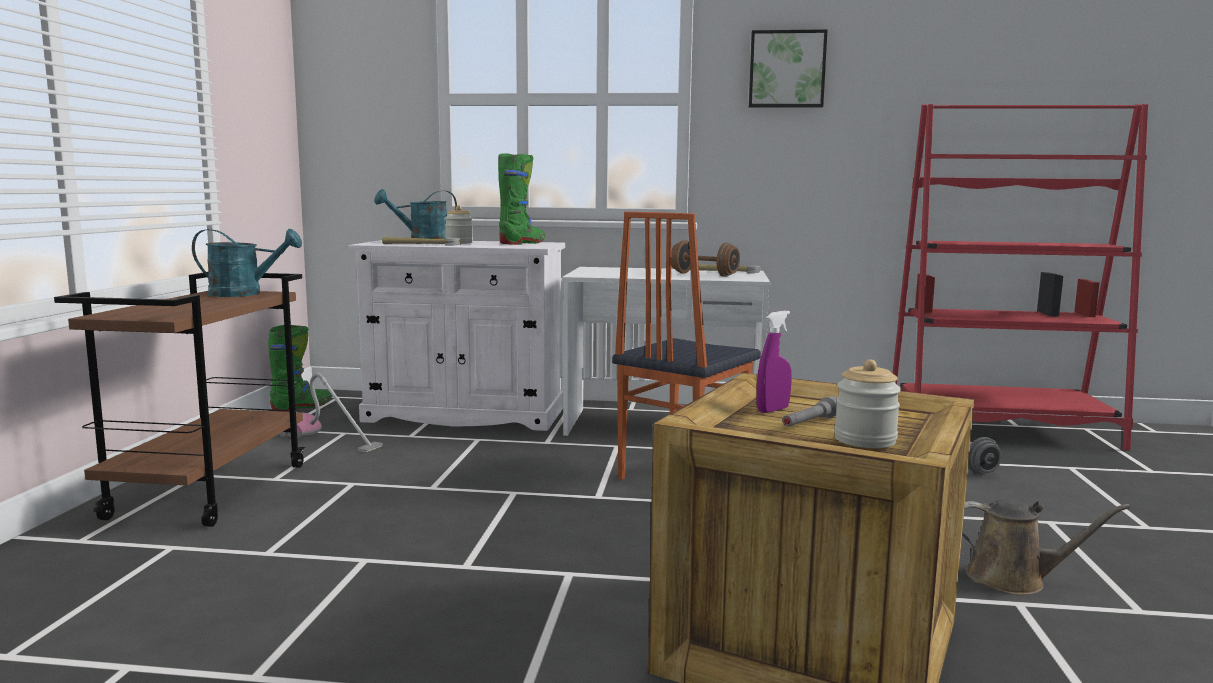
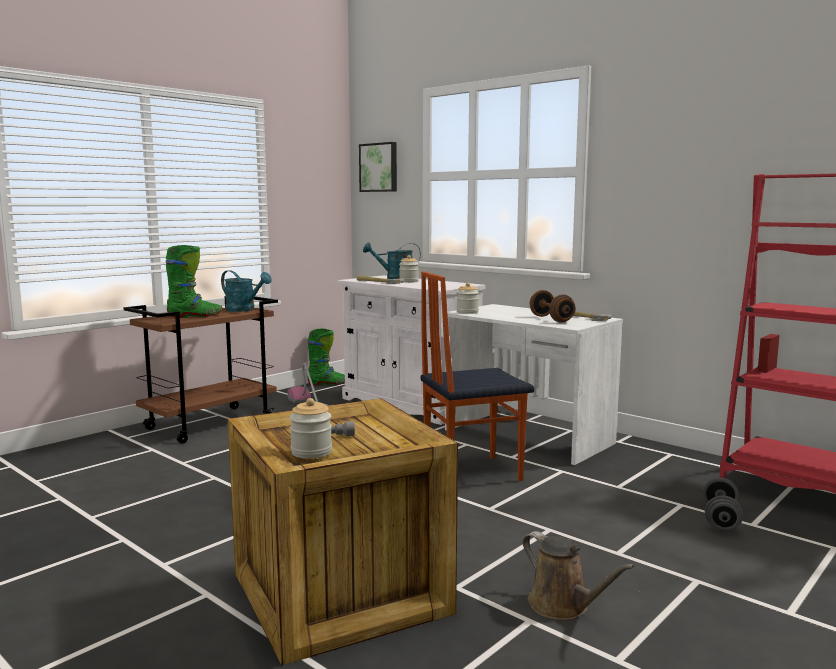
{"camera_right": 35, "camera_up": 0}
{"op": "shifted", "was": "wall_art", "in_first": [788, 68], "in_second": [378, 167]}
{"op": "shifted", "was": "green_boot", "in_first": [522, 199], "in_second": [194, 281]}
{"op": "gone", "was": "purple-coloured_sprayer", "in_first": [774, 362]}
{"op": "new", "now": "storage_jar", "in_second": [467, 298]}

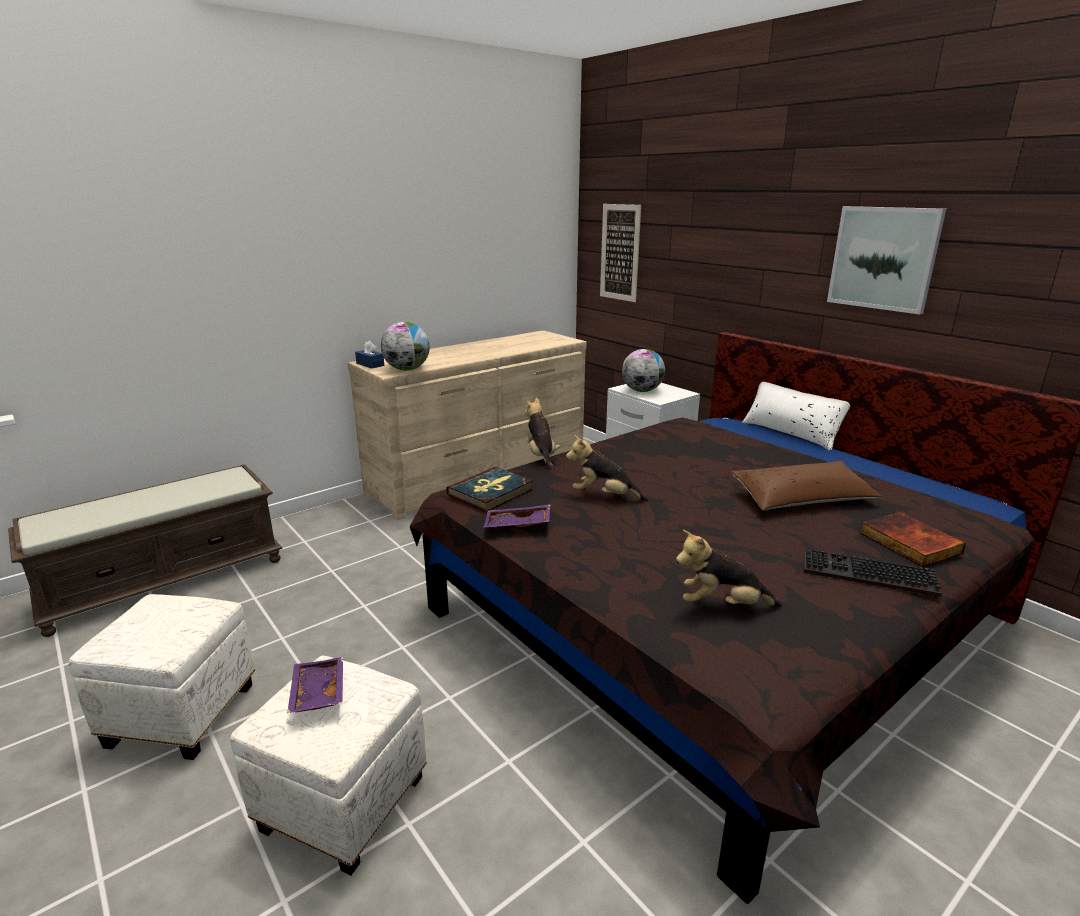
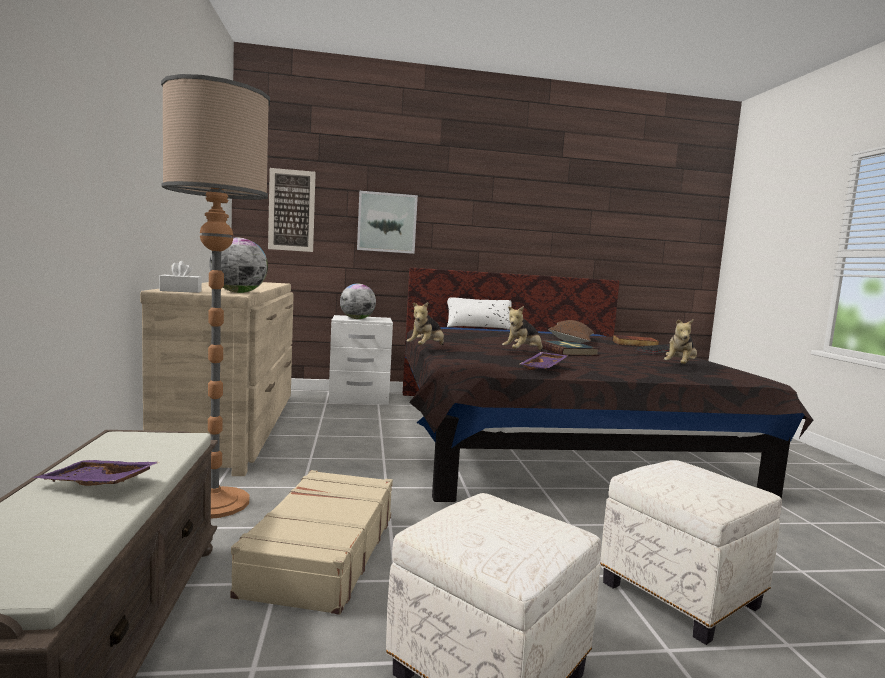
{"camera_right": -60, "camera_up": -15}
{"op": "shifted", "was": "wall_art", "in_first": [886, 260], "in_second": [387, 222]}
{"op": "repainted", "was": "bluish_tissue_box", "now": "whitish_tissue_box", "in_first": [369, 355], "in_second": [180, 277]}
{"op": "rotated", "was": "plush_toy", "in_first": [542, 433], "in_second": [425, 323], "clockwise": -75}
{"op": "shifted", "was": "volume", "in_first": [489, 489], "in_second": [570, 348]}
{"op": "shifted", "was": "purple-coloured_serving_tray", "in_first": [315, 685], "in_second": [95, 473]}
{"op": "new", "now": "standing_lamp", "in_second": [215, 296]}
{"op": "new", "now": "beige-coloured_travel_case", "in_second": [311, 542]}

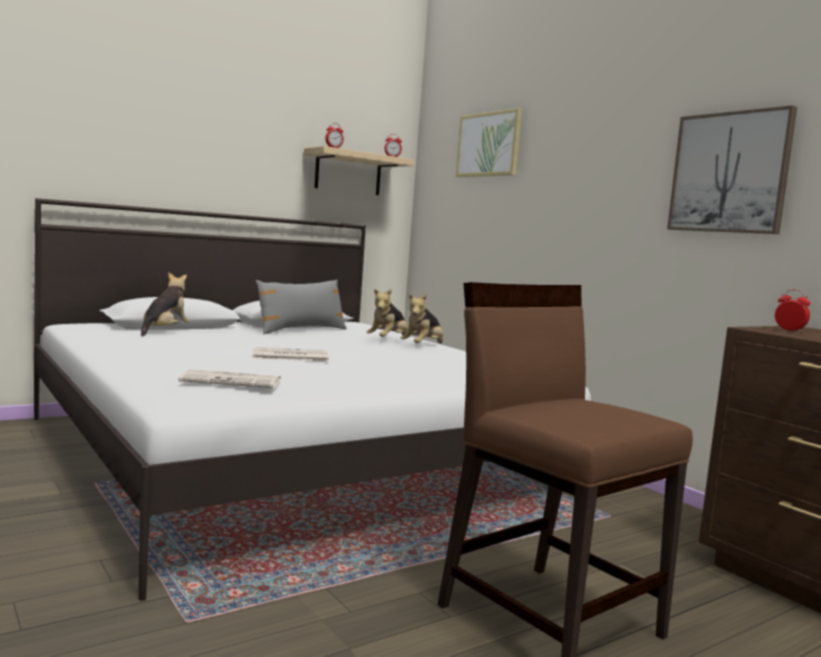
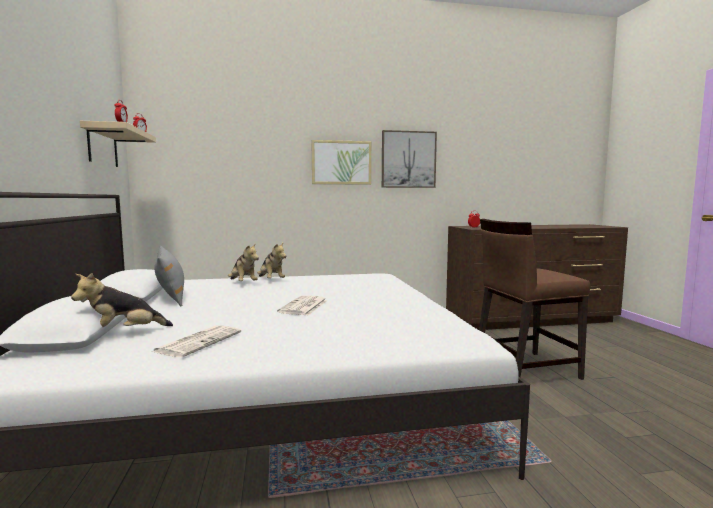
{"camera_right": -65, "camera_up": 0}
{"op": "shifted", "was": "wall_art", "in_first": [489, 142], "in_second": [341, 162]}
{"op": "rotated", "was": "plush_toy", "in_first": [166, 304], "in_second": [122, 300], "clockwise": -75}
{"op": "shifted", "was": "daily_paper", "in_first": [229, 378], "in_second": [196, 341]}

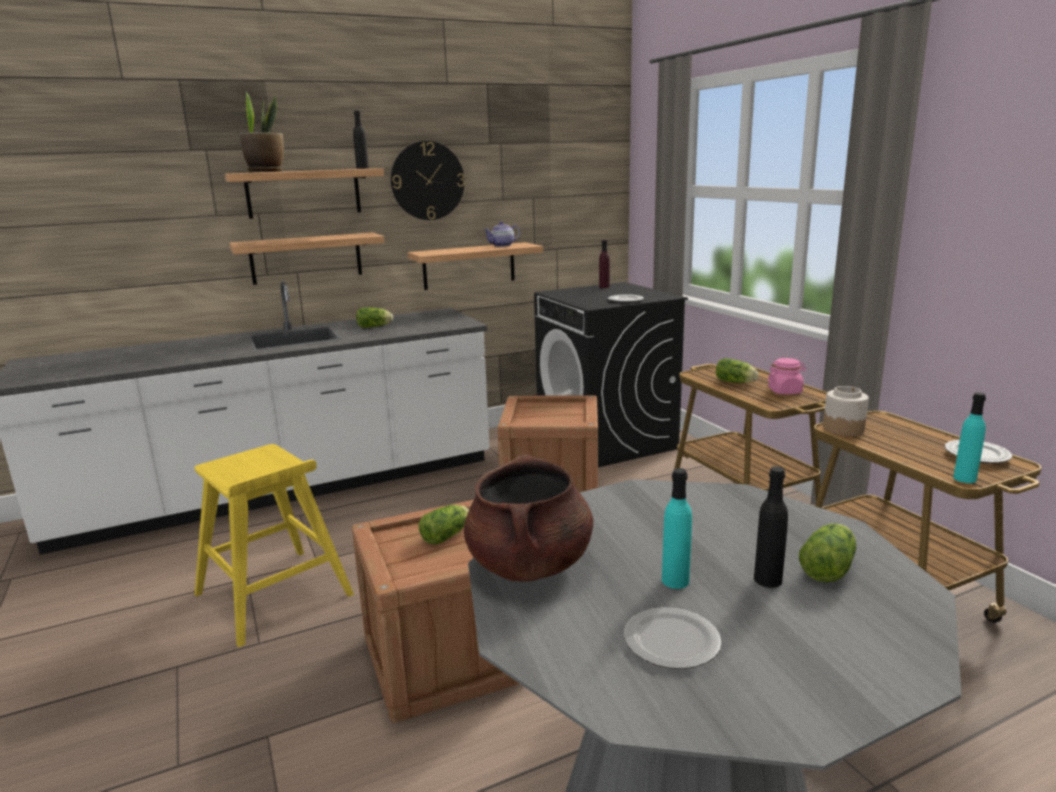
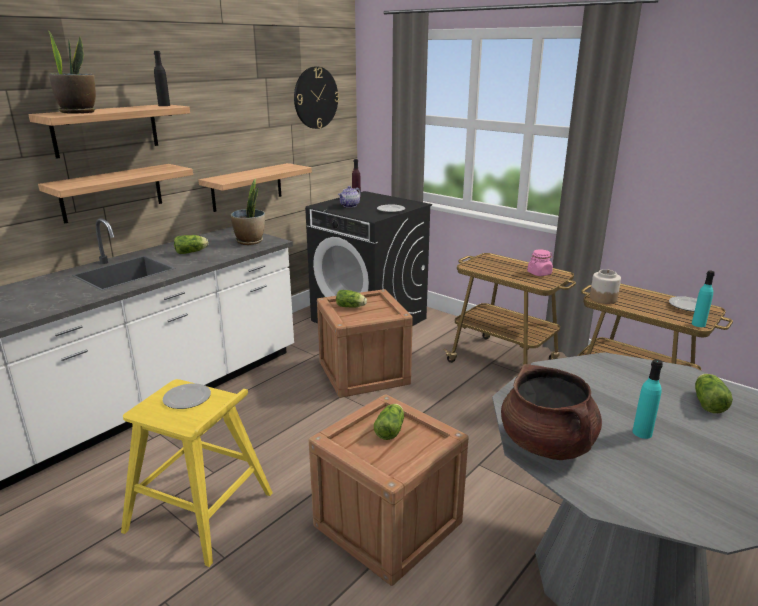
{"camera_right": -25, "camera_up": 5}
{"op": "shifted", "was": "hanging_clock", "in_first": [428, 180], "in_second": [316, 97]}
{"op": "shifted", "was": "tea_pot", "in_first": [501, 234], "in_second": [349, 197]}
{"op": "shifted", "was": "head_of_lettuce", "in_first": [737, 370], "in_second": [351, 299]}
{"op": "gone", "was": "blackish_drink_bottle", "in_first": [771, 527]}
{"op": "shifted", "was": "flat_dish", "in_first": [673, 638], "in_second": [187, 396]}
{"op": "new", "now": "potted_plant", "in_second": [248, 212]}

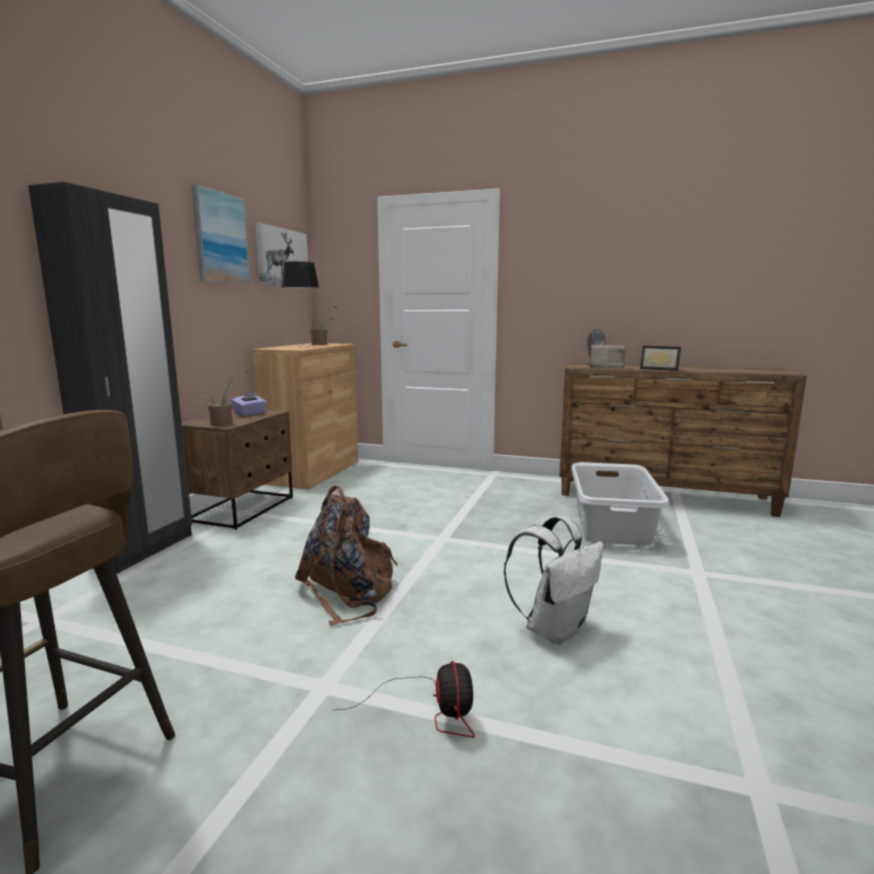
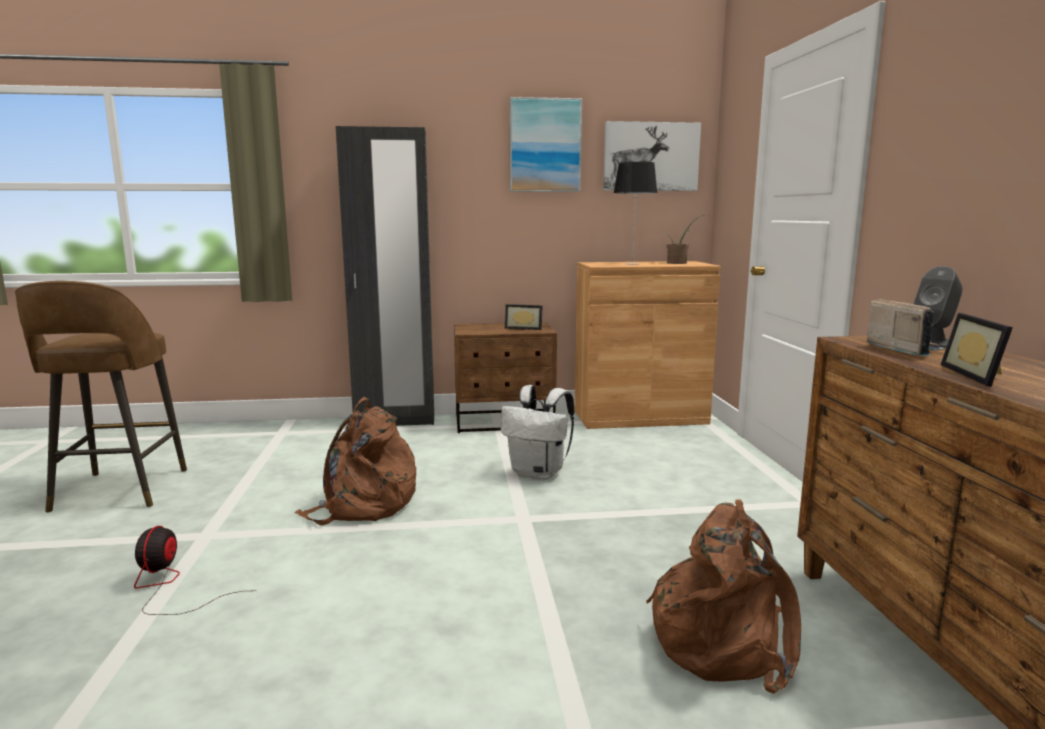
{"camera_right": 65, "camera_up": 0}
{"op": "gone", "was": "potted_plant", "in_first": [223, 398]}
{"op": "swapped", "was": "purple-coloured_tissue_box", "now": "picture_frame", "in_first": [249, 403], "in_second": [524, 317]}
{"op": "swapped", "was": "gray_laundry_basket", "now": "brown_backpack", "in_first": [620, 504], "in_second": [723, 596]}
{"op": "shifted", "was": "whitish_backpack", "in_first": [554, 580], "in_second": [537, 432]}
{"op": "rotated", "was": "electric_fan", "in_first": [406, 699], "in_second": [188, 570], "clockwise": 120}

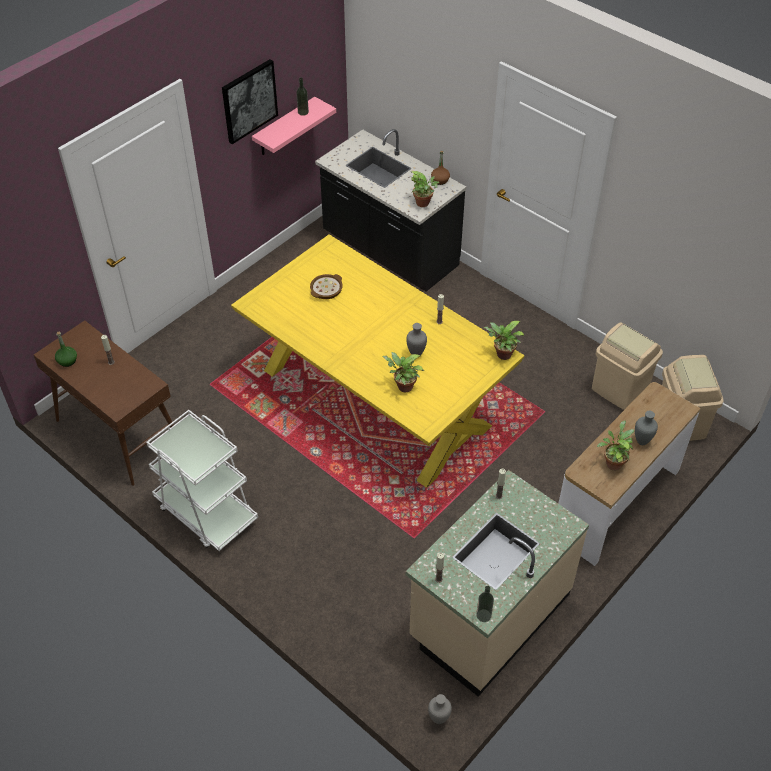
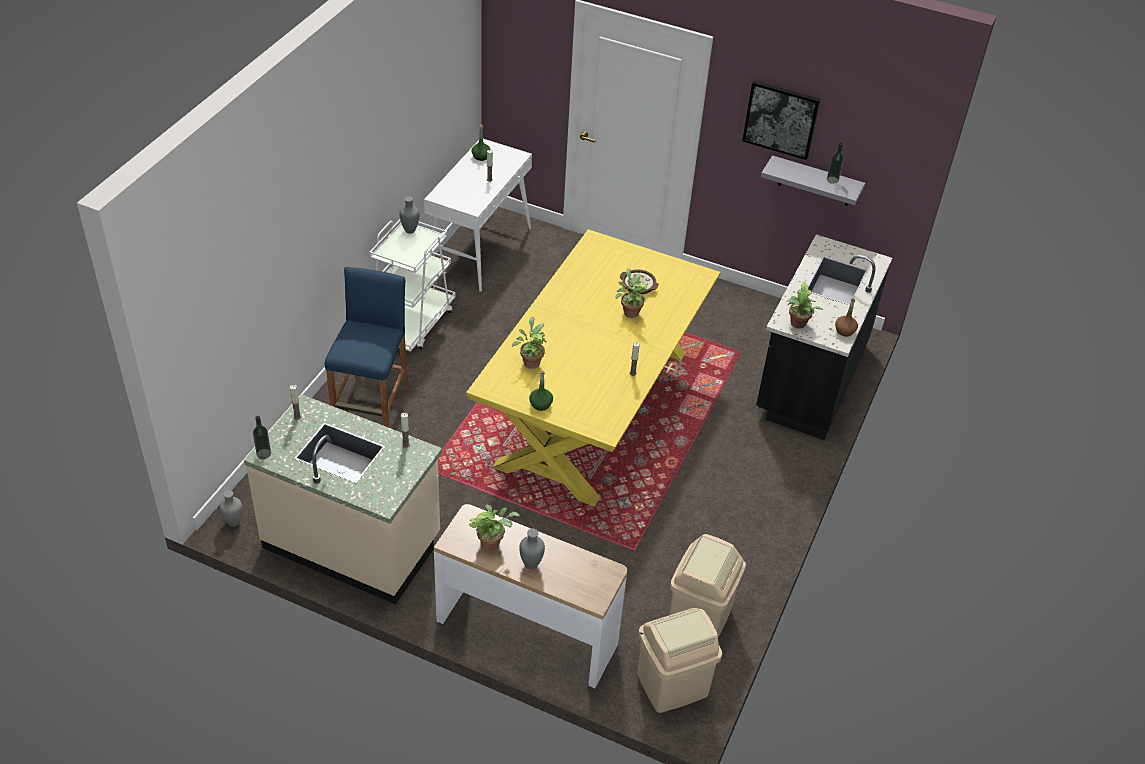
{"camera_right": 70, "camera_up": -5}
{"op": "repainted", "was": "pink-coloured_bracket_shelf", "now": "gray_bracket_shelf", "in_first": [294, 126], "in_second": [813, 180]}
{"op": "repainted", "was": "brown_narrow_table", "now": "whitish_narrow_table", "in_first": [104, 403], "in_second": [478, 215]}
{"op": "shifted", "was": "potted_plant", "in_first": [503, 340], "in_second": [631, 293]}
{"op": "shifted", "was": "gray_decorative_vase", "in_first": [416, 339], "in_second": [409, 215]}
{"op": "new", "now": "bluish_sitting_stool", "in_second": [367, 347]}
{"op": "new", "now": "green_drink_bottle", "in_second": [541, 391]}

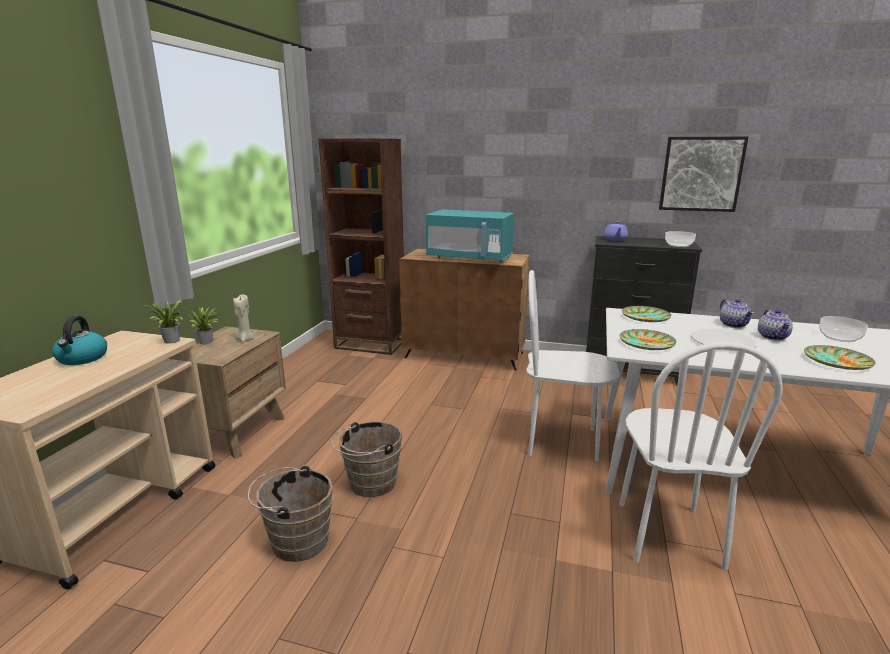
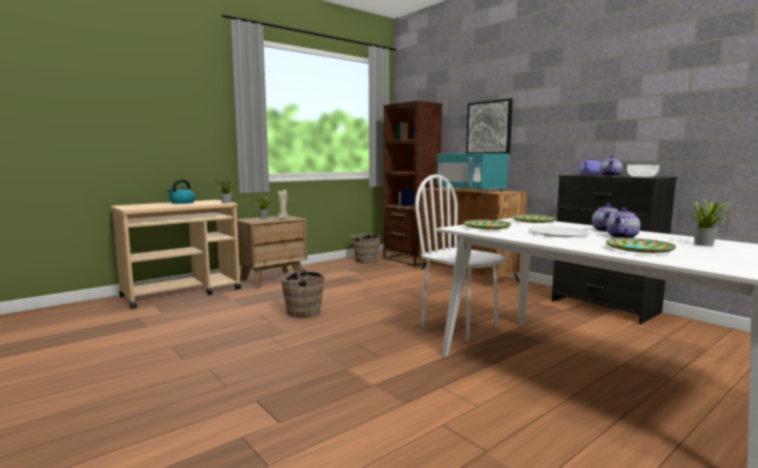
{"camera_right": 35, "camera_up": -10}
{"op": "shifted", "was": "wall_art", "in_first": [703, 174], "in_second": [489, 126]}
{"op": "swapped", "was": "deep_dish", "now": "potted_plant", "in_first": [843, 329], "in_second": [712, 222]}
{"op": "gone", "was": "whitish_chair", "in_first": [701, 456]}
{"op": "shifted", "was": "brown_water_bucket", "in_first": [290, 513], "in_second": [365, 248]}
{"op": "new", "now": "tea_pot", "in_second": [611, 166]}

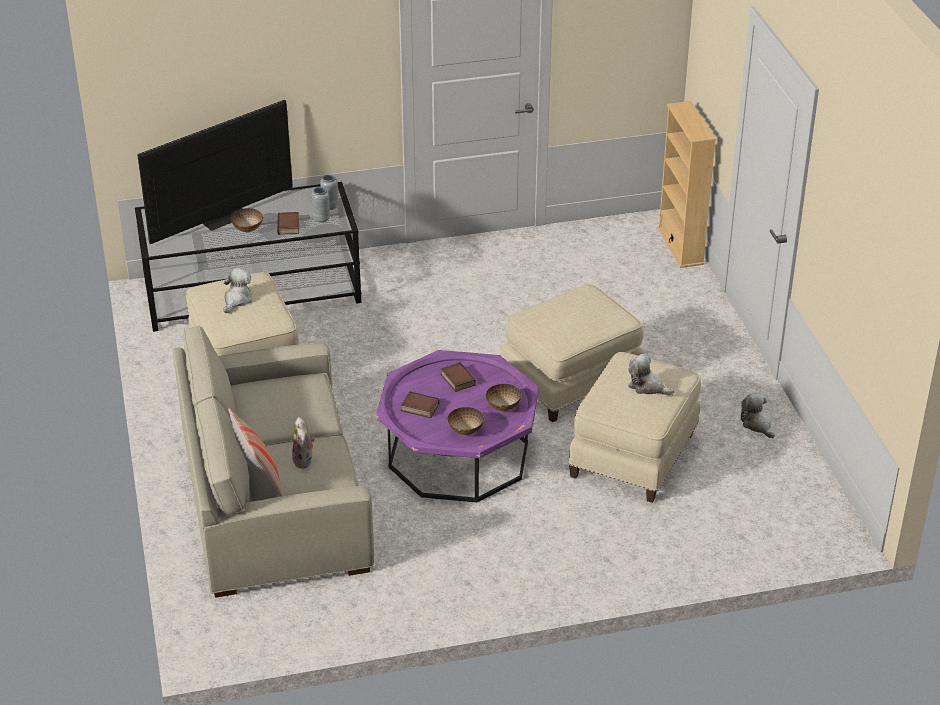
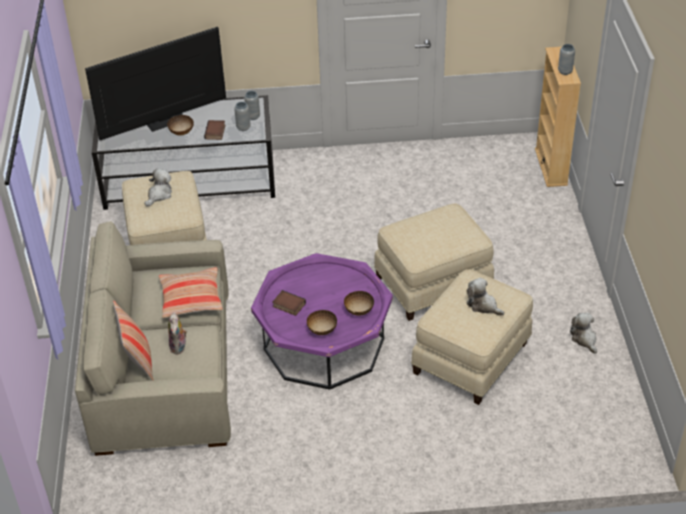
{"camera_right": 10, "camera_up": 5}
{"op": "gone", "was": "volume", "in_first": [458, 377]}
{"op": "new", "now": "gray_decorative_vase", "in_second": [566, 59]}
{"op": "new", "now": "pillow", "in_second": [191, 292]}

